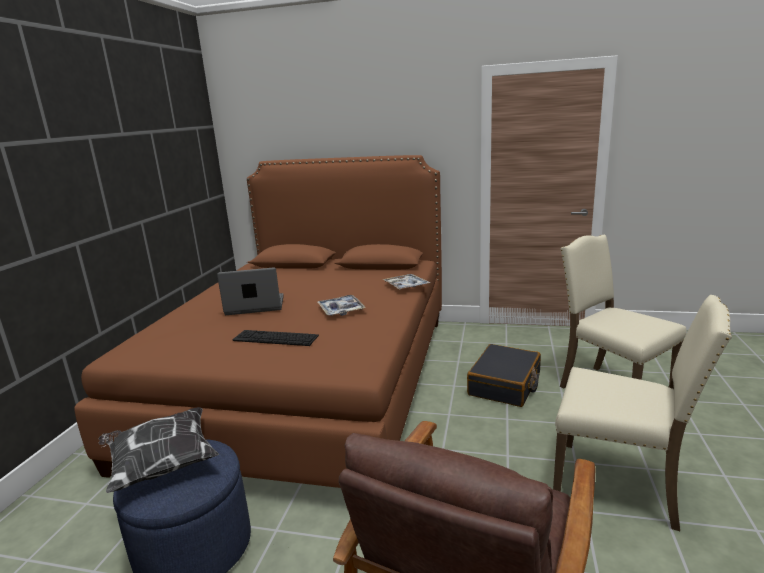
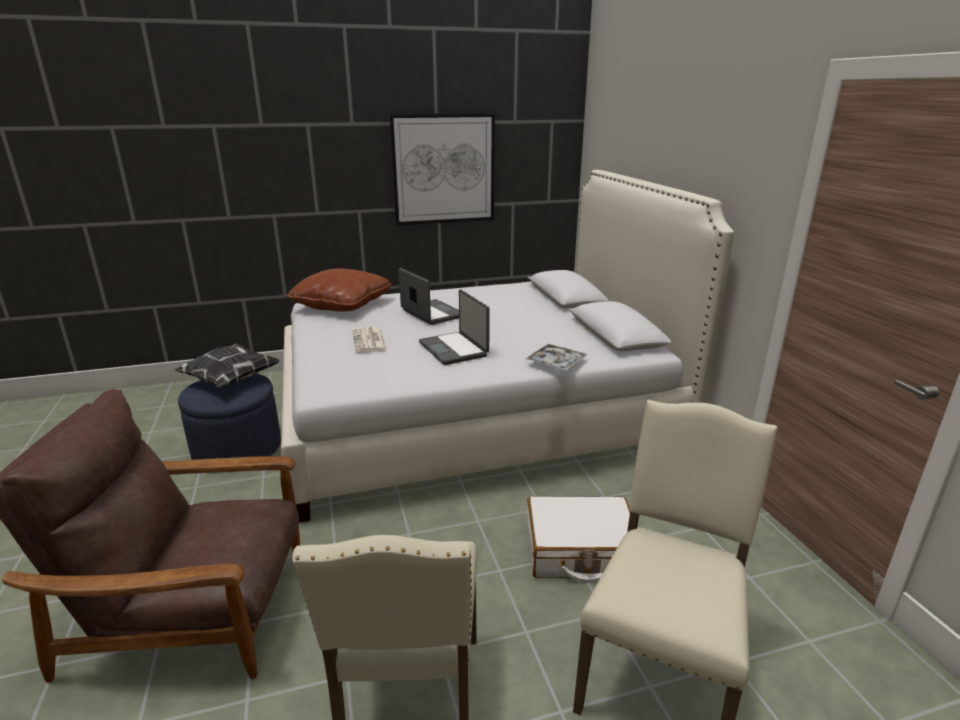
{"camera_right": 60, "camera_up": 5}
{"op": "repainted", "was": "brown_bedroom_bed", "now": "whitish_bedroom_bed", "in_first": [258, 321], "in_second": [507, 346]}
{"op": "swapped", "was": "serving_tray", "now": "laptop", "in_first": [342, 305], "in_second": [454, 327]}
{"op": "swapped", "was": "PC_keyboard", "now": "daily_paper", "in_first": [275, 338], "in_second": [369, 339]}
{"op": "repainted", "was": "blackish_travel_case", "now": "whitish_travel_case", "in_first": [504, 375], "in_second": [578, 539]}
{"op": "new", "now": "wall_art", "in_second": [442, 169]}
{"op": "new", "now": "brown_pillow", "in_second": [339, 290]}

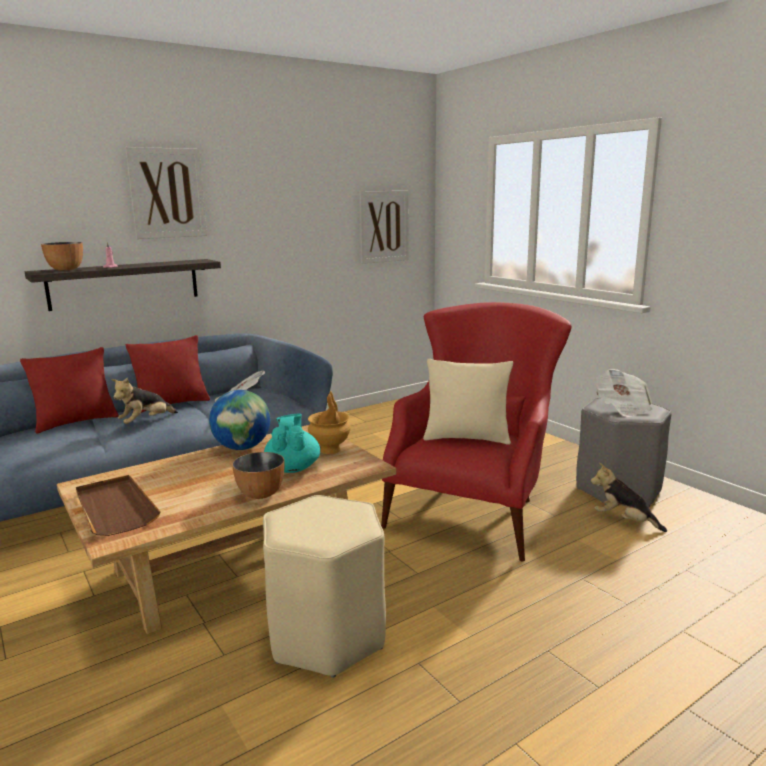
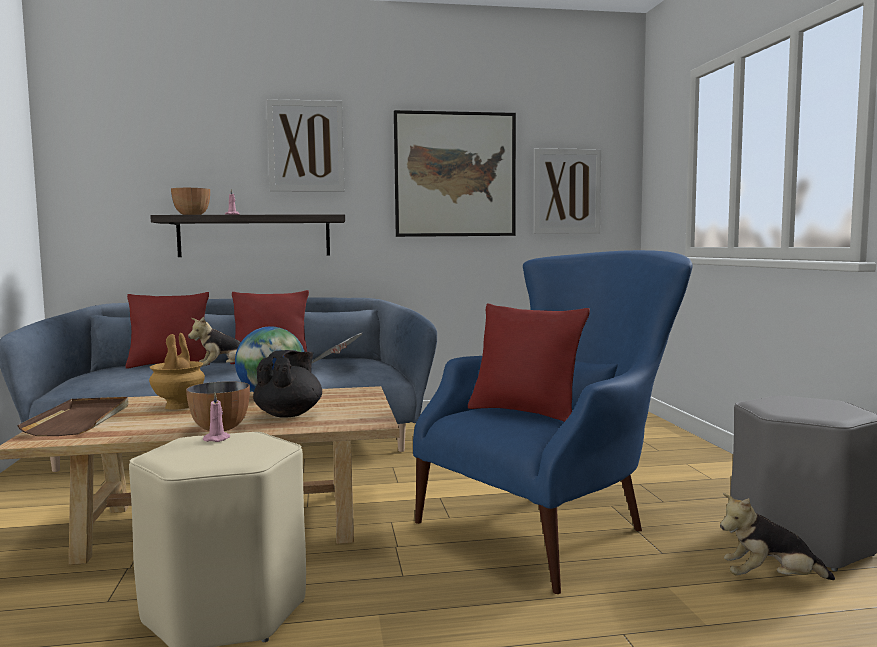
{"camera_right": 25, "camera_up": -10}
{"op": "repainted", "was": "red_easy_chair", "now": "bluish_easy_chair", "in_first": [476, 431], "in_second": [553, 422]}
{"op": "repainted", "was": "beige-coloured_pillow", "now": "red_pillow", "in_first": [468, 402], "in_second": [529, 363]}
{"op": "gone", "was": "daily_paper", "in_first": [624, 393]}
{"op": "shifted", "was": "brown_decorative_vase", "in_first": [329, 422], "in_second": [177, 371]}
{"op": "repainted", "was": "blue-green_tea_pot", "now": "blackish_tea_pot", "in_first": [292, 443], "in_second": [287, 384]}
{"op": "rotated", "was": "plush_toy", "in_first": [628, 497], "in_second": [777, 536], "clockwise": -60}
{"op": "new", "now": "wall_art", "in_second": [455, 173]}
{"op": "new", "now": "pink-coloured_wax_candle", "in_second": [216, 417]}

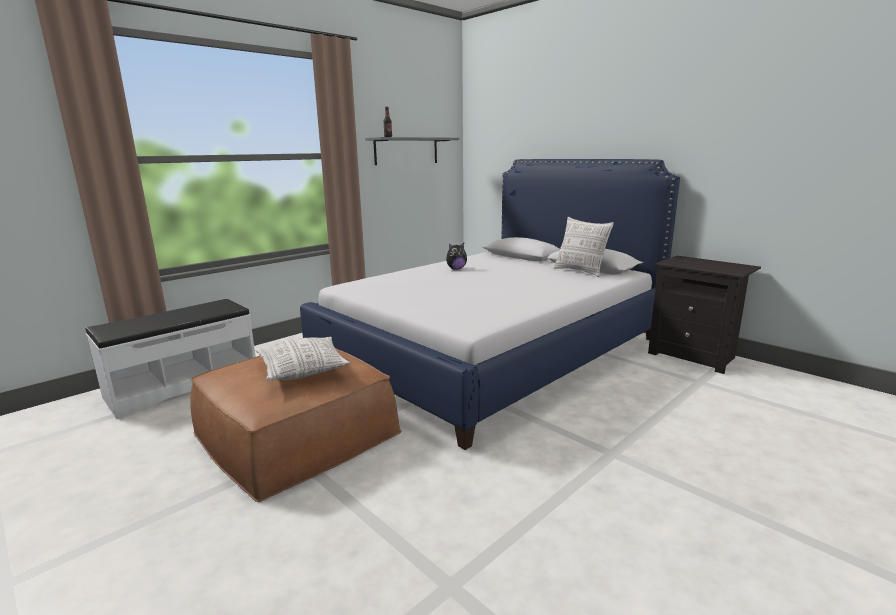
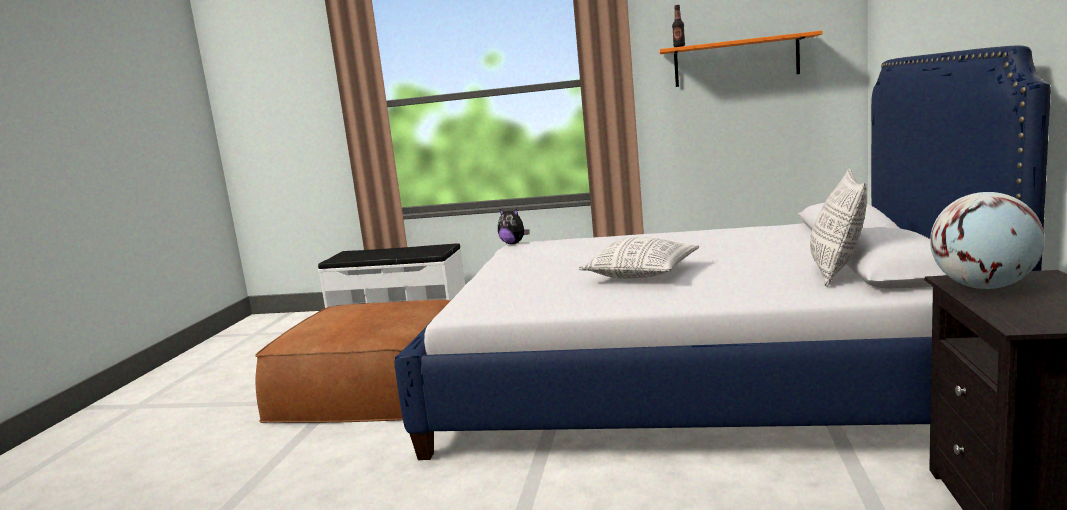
{"camera_right": 55, "camera_up": -5}
{"op": "repainted", "was": "gray_bracket_shelf", "now": "orange-coloured_bracket_shelf", "in_first": [412, 151], "in_second": [741, 59]}
{"op": "shifted", "was": "plush_toy", "in_first": [456, 256], "in_second": [514, 226]}
{"op": "shifted", "was": "pillow", "in_first": [303, 359], "in_second": [639, 258]}
{"op": "new", "now": "desk_globe", "in_second": [987, 240]}

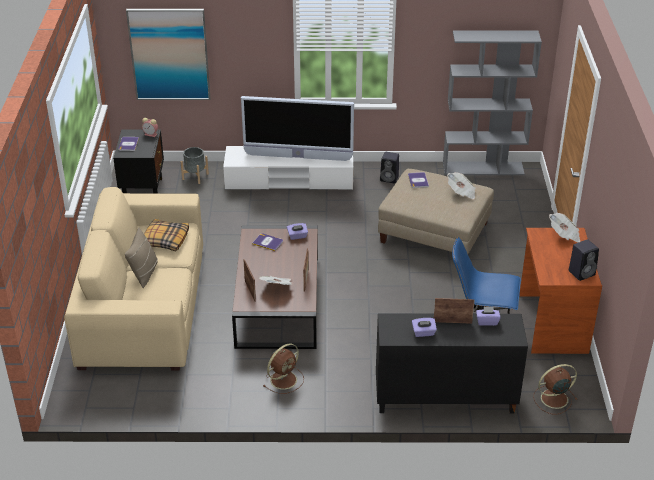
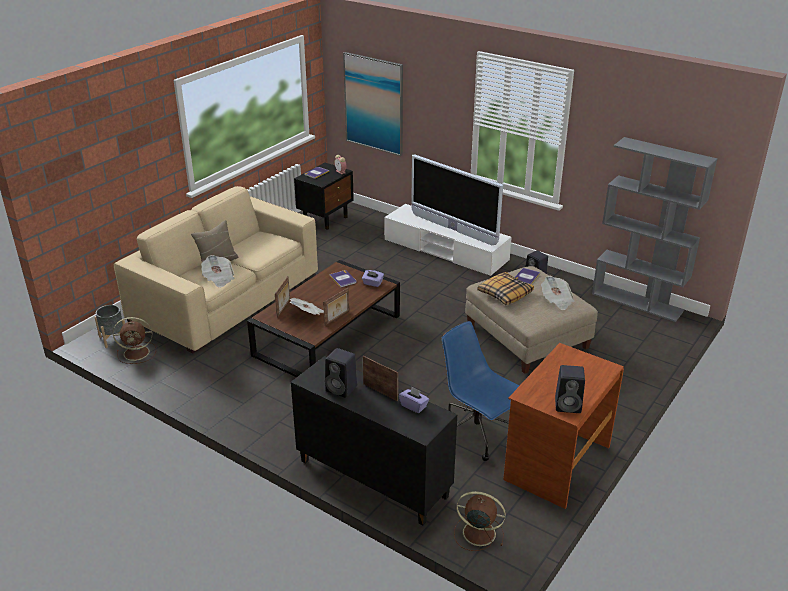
{"camera_right": 35, "camera_up": -5}
{"op": "shifted", "was": "gray_flower_pot", "in_first": [195, 165], "in_second": [110, 326]}
{"op": "shifted", "was": "daily_paper", "in_first": [564, 228], "in_second": [218, 271]}
{"op": "shifted", "was": "pillow", "in_first": [166, 235], "in_second": [505, 288]}
{"op": "swapped", "was": "purple-coloured_tissue_box", "now": "blackish_speaker", "in_first": [424, 327], "in_second": [341, 373]}
{"op": "shifted", "was": "brown_electric_fan", "in_first": [283, 368], "in_second": [134, 340]}

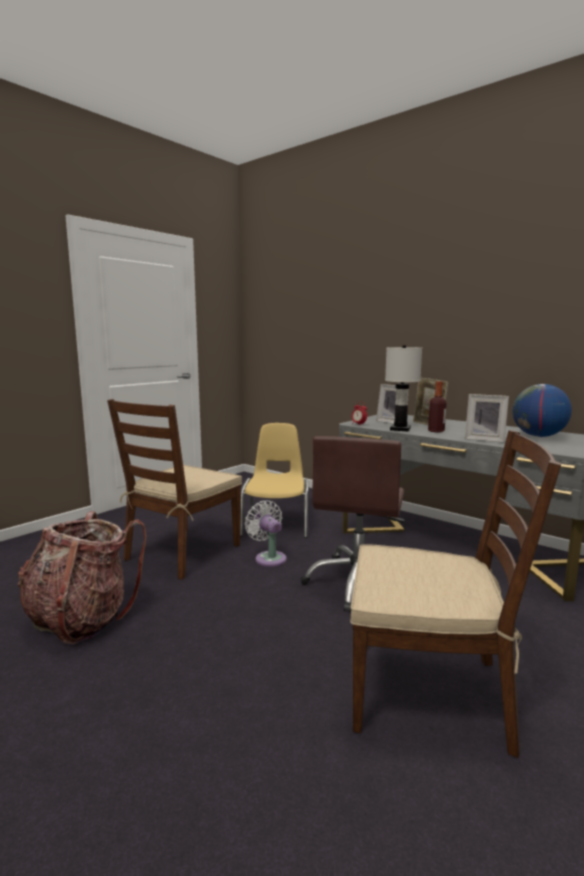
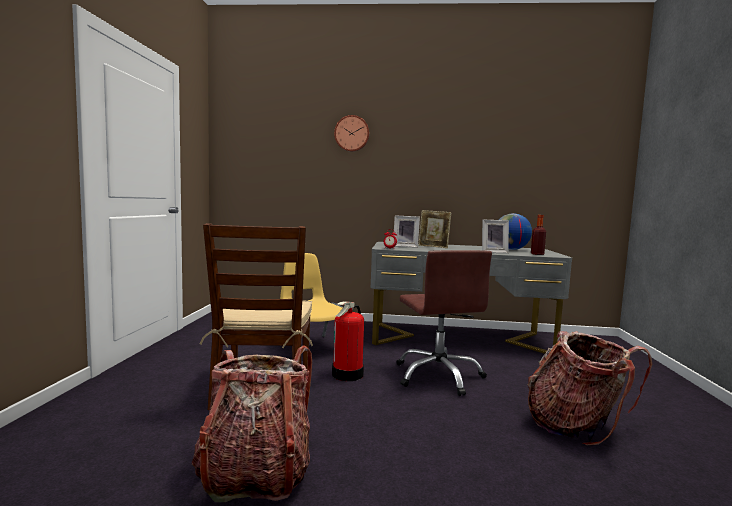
{"camera_right": -35, "camera_up": -5}
{"op": "gone", "was": "whitish_table_lamp", "in_first": [403, 388]}
{"op": "shifted", "was": "drink_bottle", "in_first": [437, 406], "in_second": [538, 235]}
{"op": "swapped", "was": "brown_chair", "now": "backpack", "in_first": [456, 594], "in_second": [589, 388]}
{"op": "swapped", "was": "whitish_electric_fan", "now": "fire_extinguisher", "in_first": [266, 534], "in_second": [348, 341]}
{"op": "new", "now": "hanging_clock", "in_second": [352, 133]}

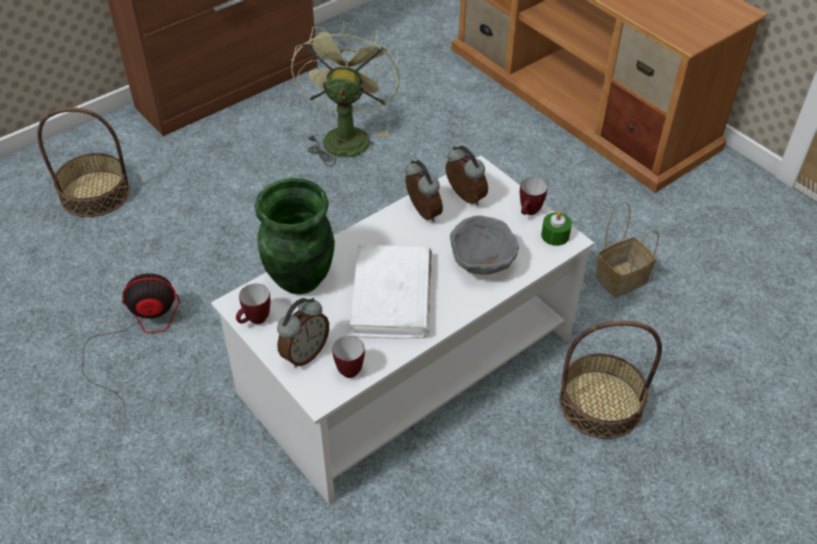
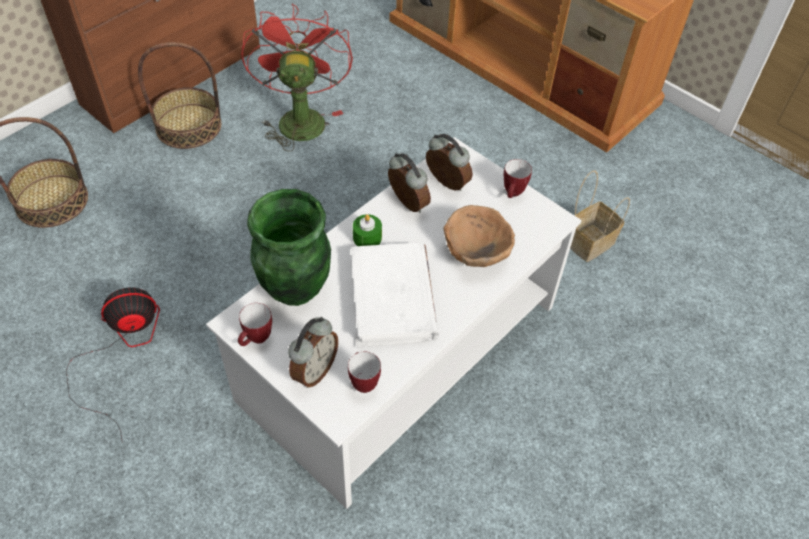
{"camera_right": -10, "camera_up": 5}
{"op": "repainted", "was": "green_electric_fan", "now": "red_electric_fan", "in_first": [345, 93], "in_second": [297, 78]}
{"op": "shifted", "was": "green_wax_candle", "in_first": [556, 228], "in_second": [367, 230]}
{"op": "repainted", "was": "gray_deep_dish", "now": "brown_deep_dish", "in_first": [484, 245], "in_second": [479, 236]}
{"op": "shifted", "was": "household_basket", "in_first": [610, 379], "in_second": [179, 95]}

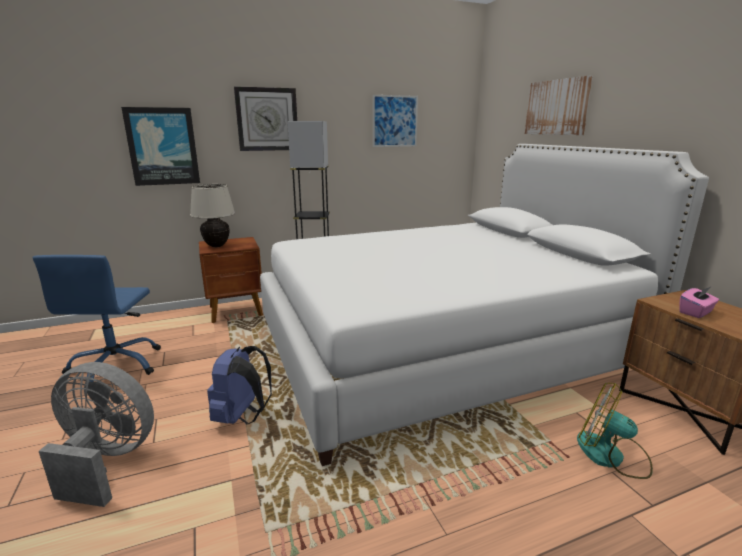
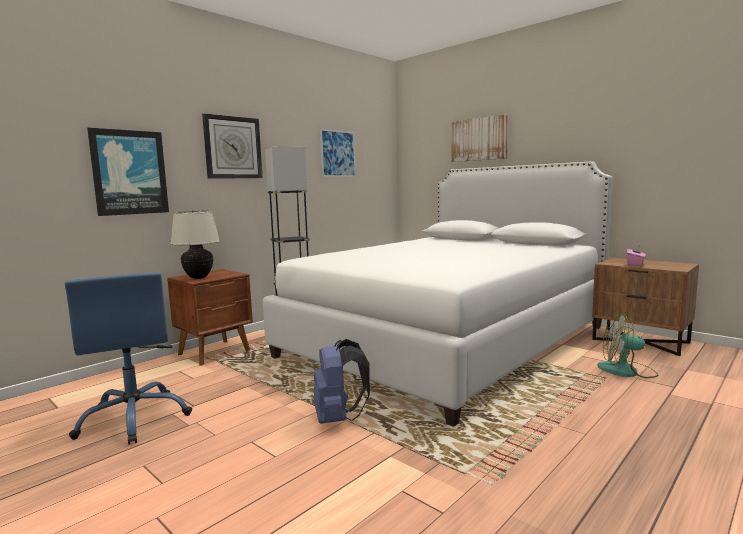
{"camera_right": -25, "camera_up": -10}
{"op": "gone", "was": "gray_electric_fan", "in_first": [96, 434]}

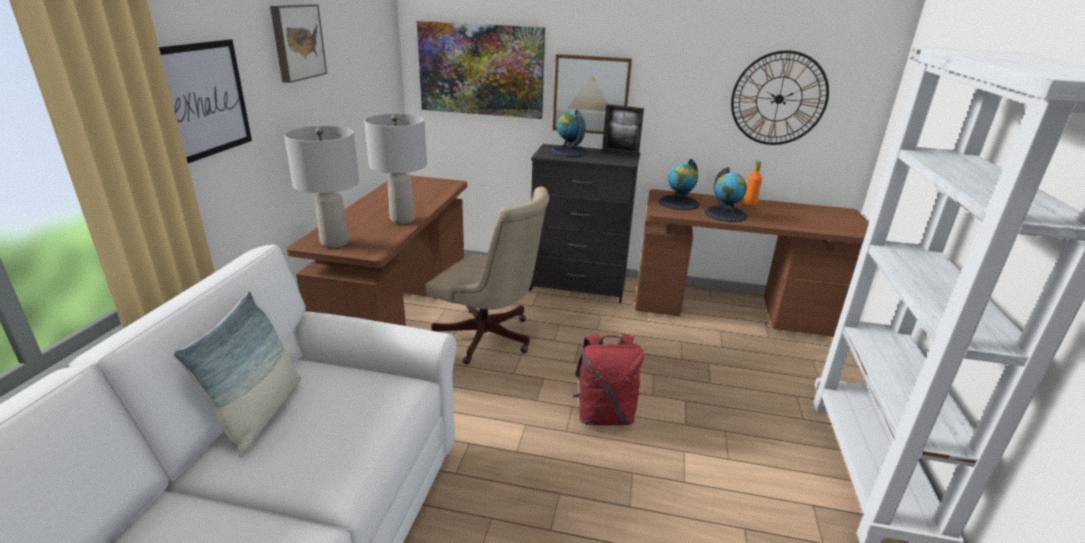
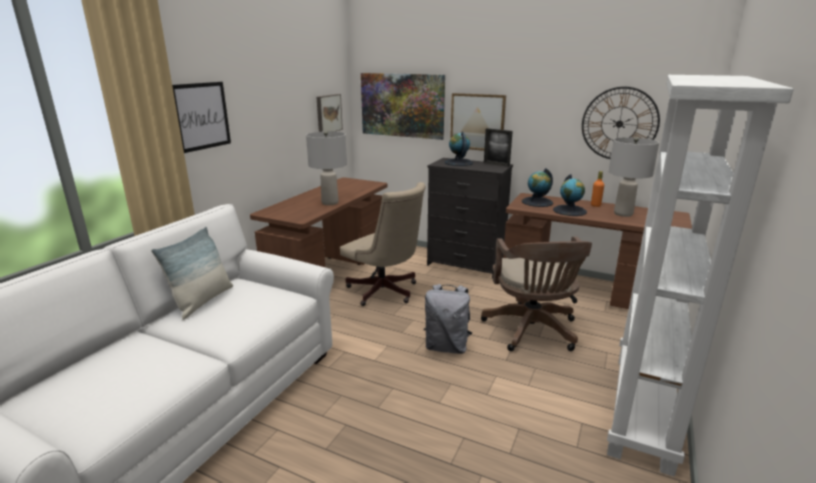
{"camera_right": 15, "camera_up": -5}
{"op": "shifted", "was": "wall_art", "in_first": [298, 43], "in_second": [329, 113]}
{"op": "shifted", "was": "gray_table_lamp", "in_first": [321, 187], "in_second": [633, 177]}
{"op": "repainted", "was": "red_backpack", "now": "gray_backpack", "in_first": [608, 379], "in_second": [448, 319]}
{"op": "new", "now": "brown_office_chair", "in_second": [536, 293]}

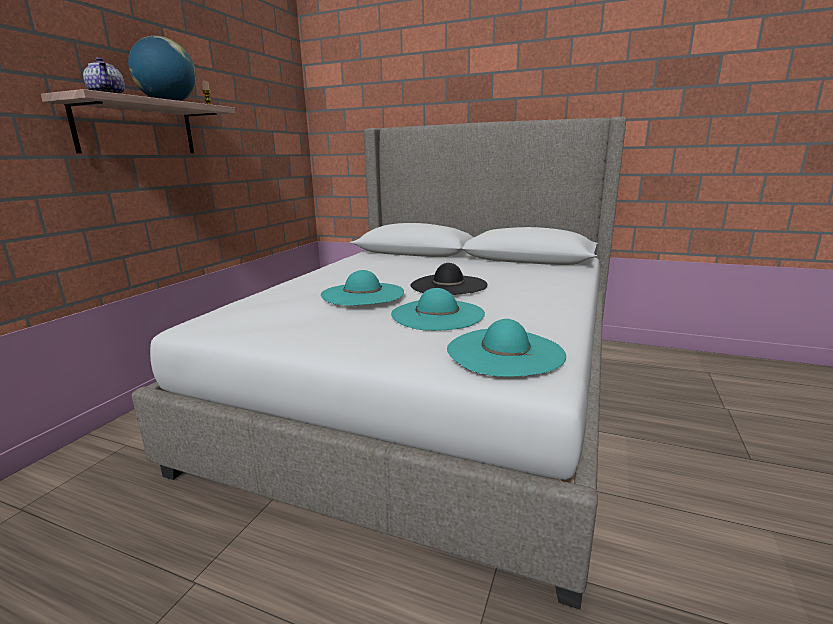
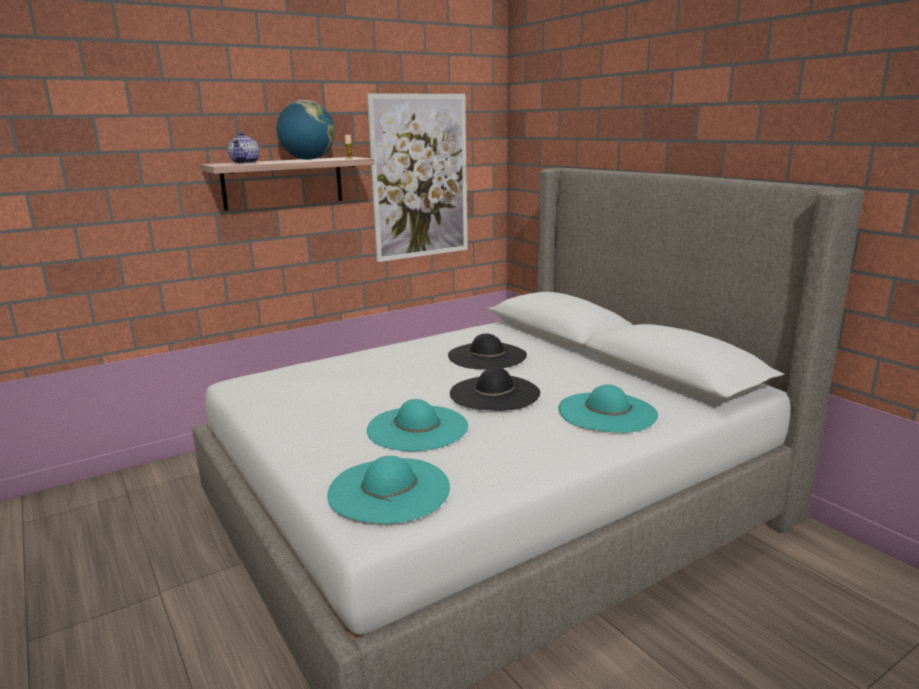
{"camera_right": 35, "camera_up": 0}
{"op": "shifted", "was": "blue-green_clothing_hat", "in_first": [362, 287], "in_second": [608, 408]}
{"op": "new", "now": "wall_art", "in_second": [417, 177]}
{"op": "new", "now": "blackish_clothing_hat", "in_second": [487, 351]}

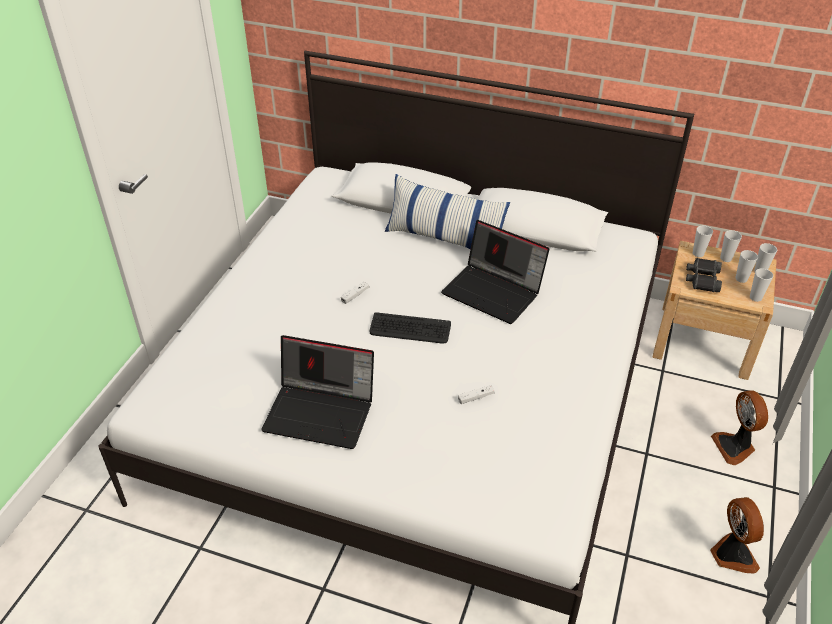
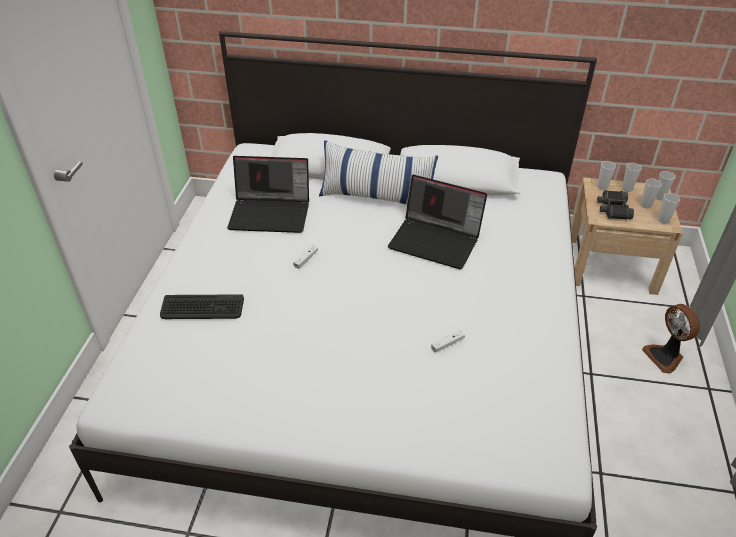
{"camera_right": -10, "camera_up": 0}
{"op": "shifted", "was": "PC_keyboard", "in_first": [410, 327], "in_second": [202, 306]}
{"op": "shifted", "was": "laptop", "in_first": [317, 392], "in_second": [268, 194]}
{"op": "gone", "was": "electric_fan", "in_first": [737, 535]}

